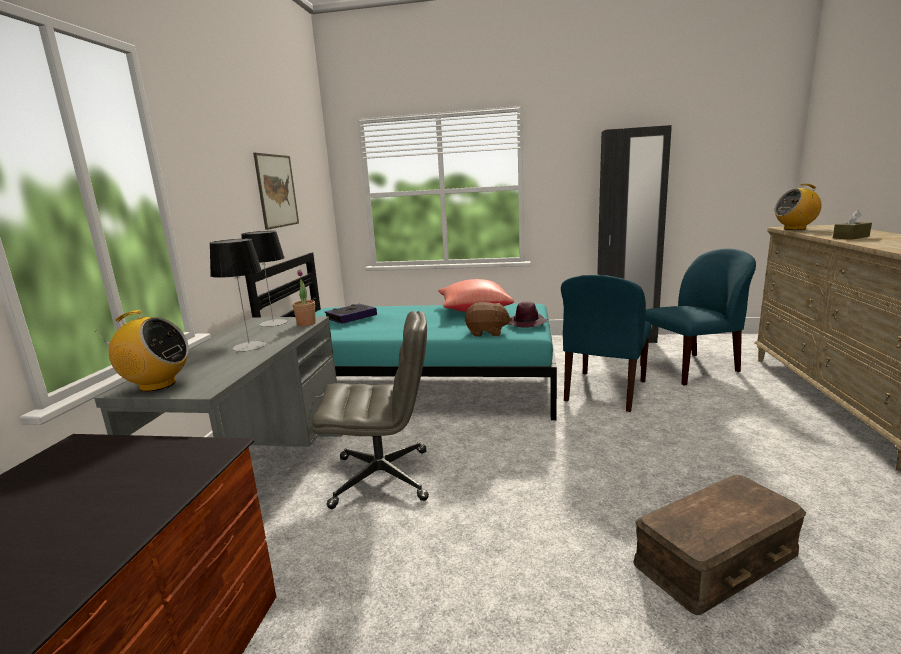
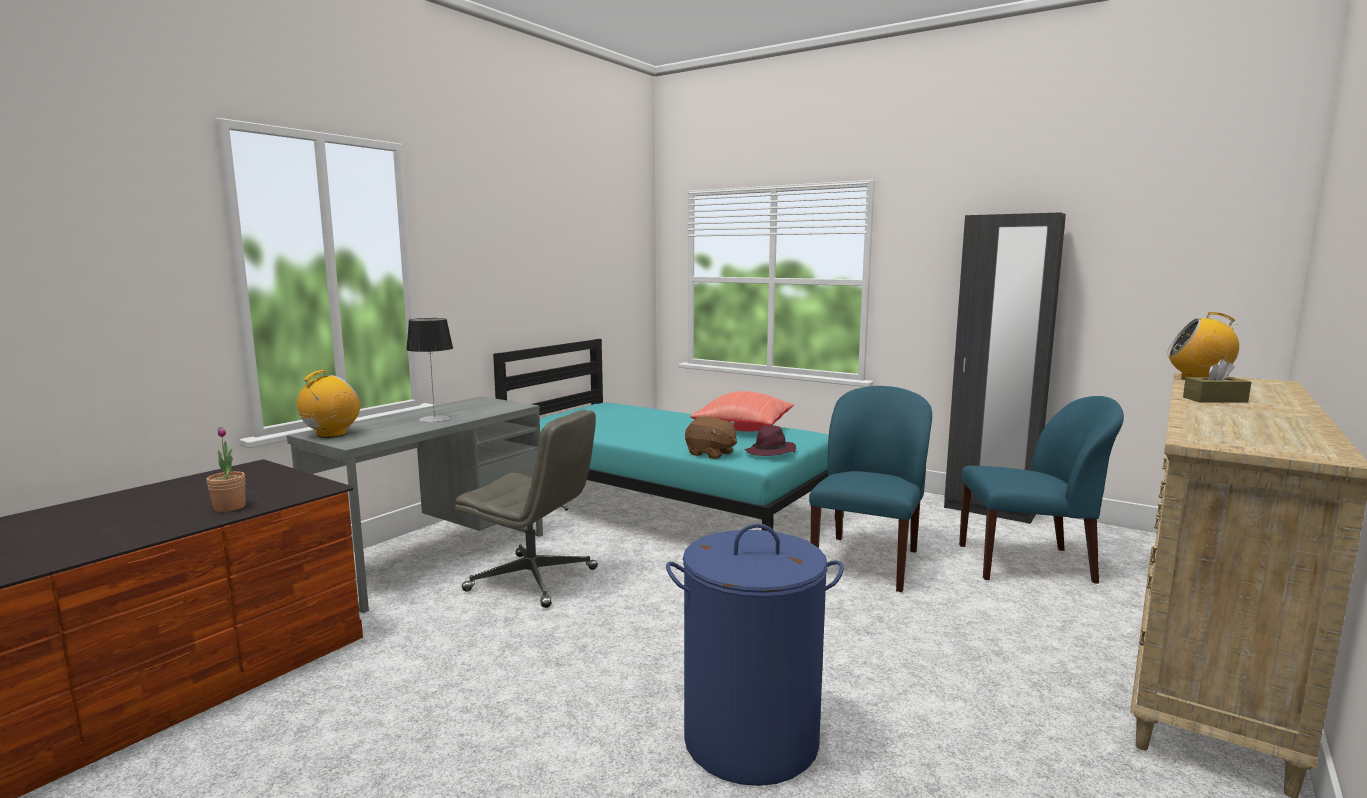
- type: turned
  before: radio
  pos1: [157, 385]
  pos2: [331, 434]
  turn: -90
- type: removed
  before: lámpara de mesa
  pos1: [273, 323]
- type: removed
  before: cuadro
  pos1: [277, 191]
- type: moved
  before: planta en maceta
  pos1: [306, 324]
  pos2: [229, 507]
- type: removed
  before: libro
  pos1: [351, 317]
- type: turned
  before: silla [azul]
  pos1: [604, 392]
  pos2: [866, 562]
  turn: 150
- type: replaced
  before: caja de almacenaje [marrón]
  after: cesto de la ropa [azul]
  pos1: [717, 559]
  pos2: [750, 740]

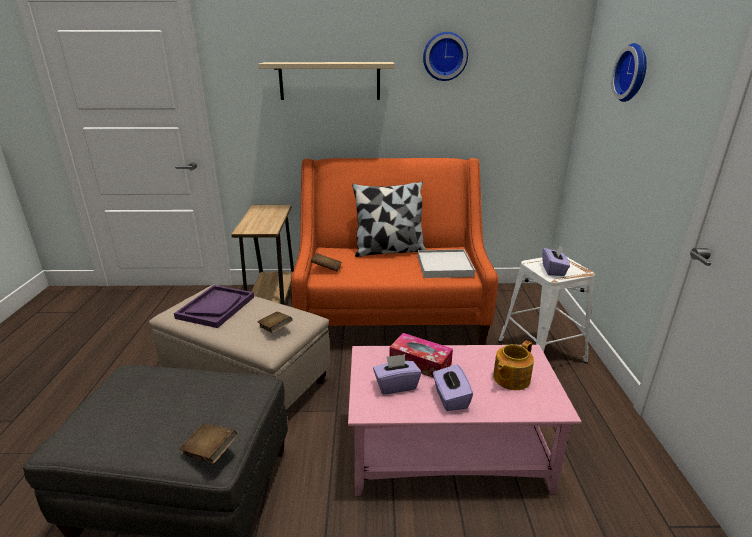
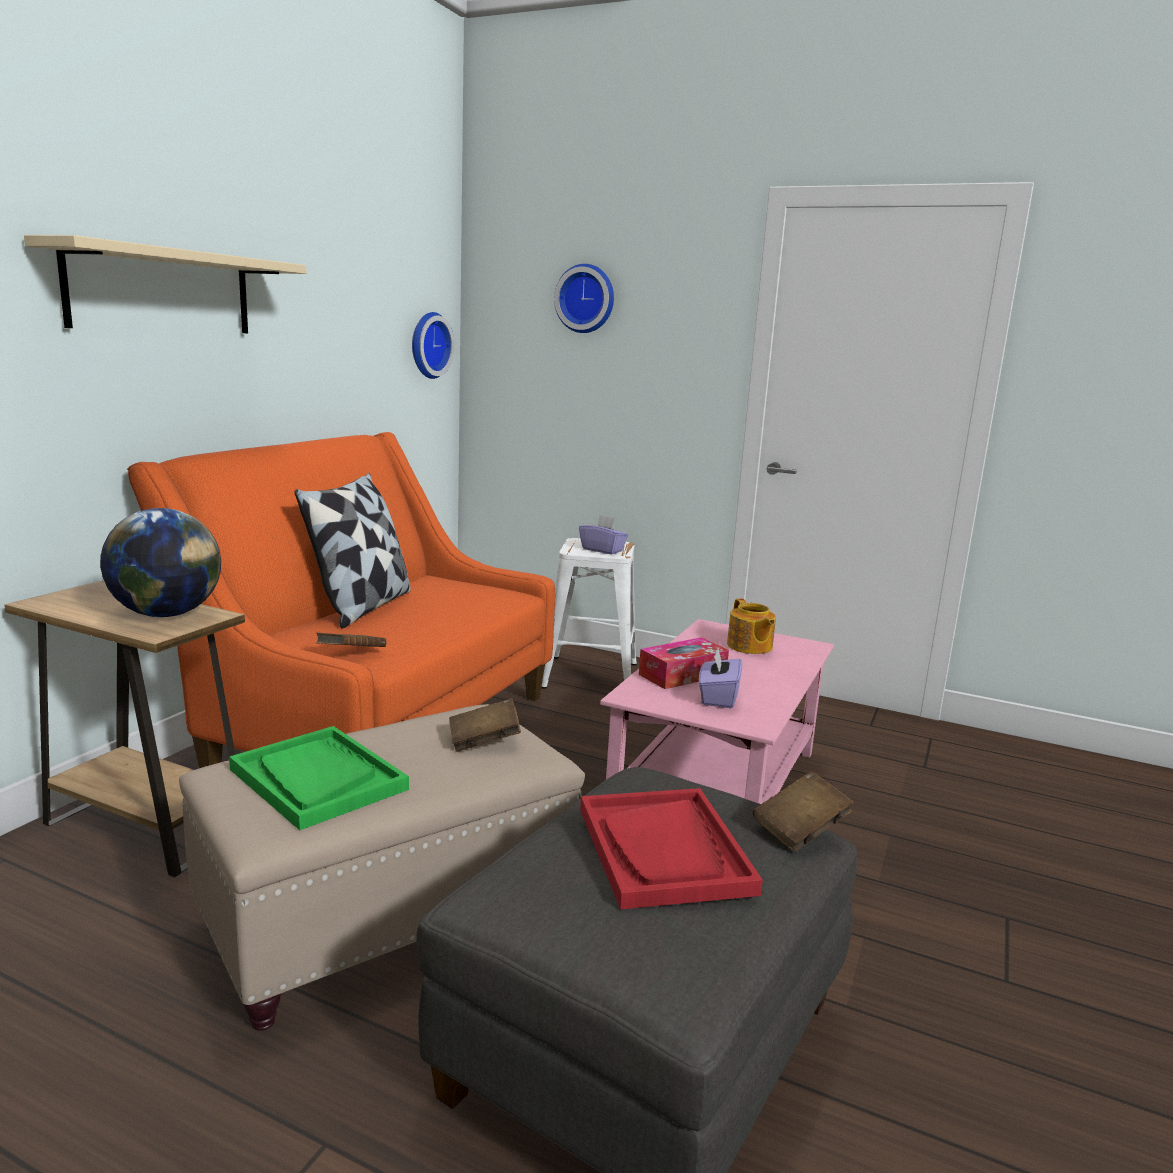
- type: recoloured
  before: bandeja [morado]
  after: bandeja [verde]
  pos1: [216, 307]
  pos2: [317, 779]
- type: removed
  before: bandeja [blanco]
  pos1: [444, 266]
- type: moved
  before: reloj de pared
  pos1: [444, 56]
  pos2: [427, 345]
- type: removed
  before: caja de pañuelos [morado]
  pos1: [450, 398]
- type: added
  after: globo terráqueo
  pos2: [166, 614]
- type: added
  after: bandeja [rojo]
  pos2: [664, 850]

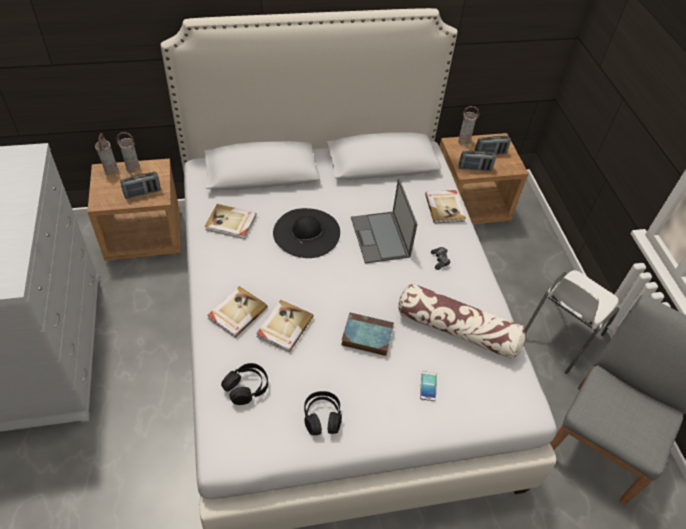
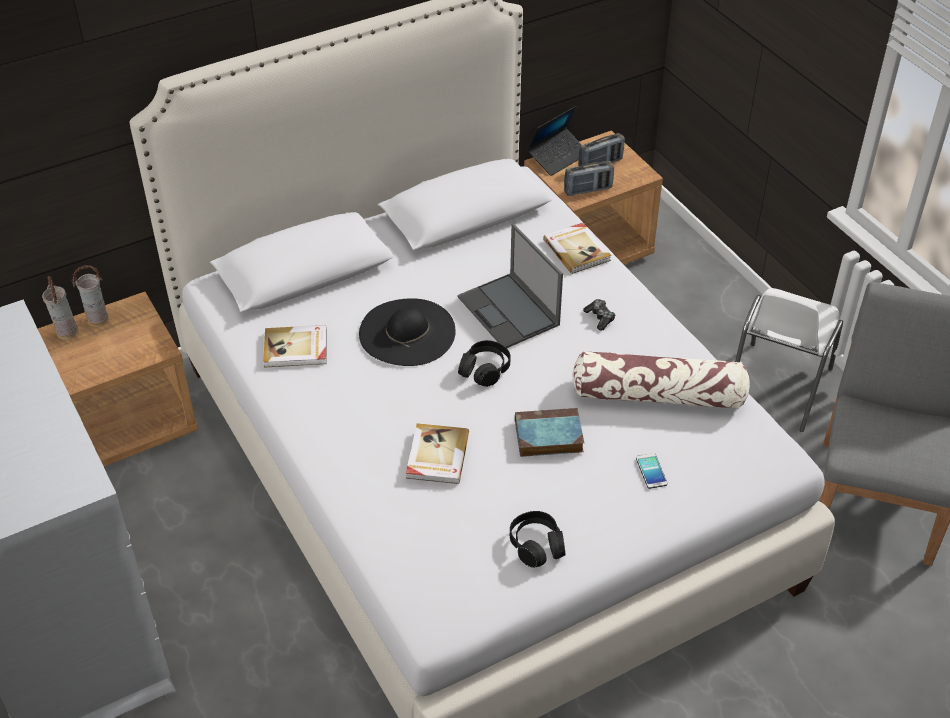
- type: removed
  before: radio
  pos1: [142, 193]
- type: removed
  before: libro
  pos1: [237, 313]
- type: moved
  before: auriculares [negro]
  pos1: [246, 387]
  pos2: [484, 370]
- type: replaced
  before: florero
  after: portátil
  pos1: [464, 141]
  pos2: [558, 157]

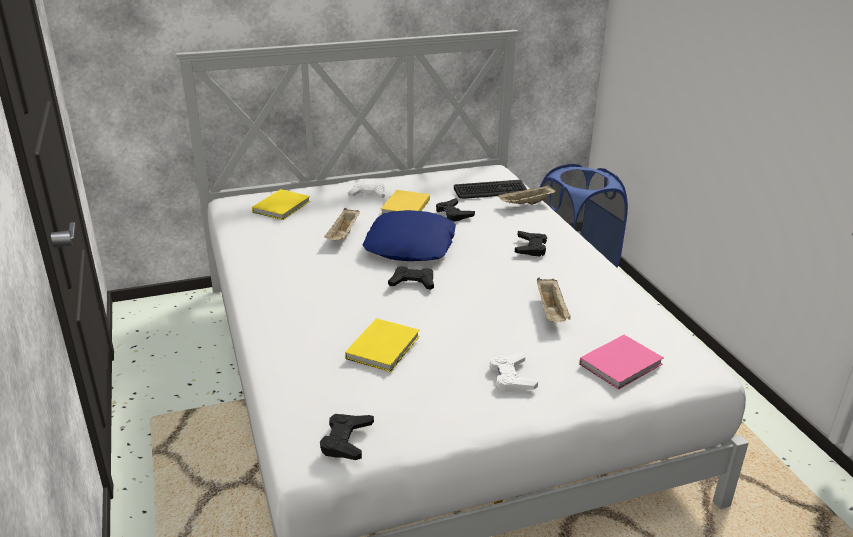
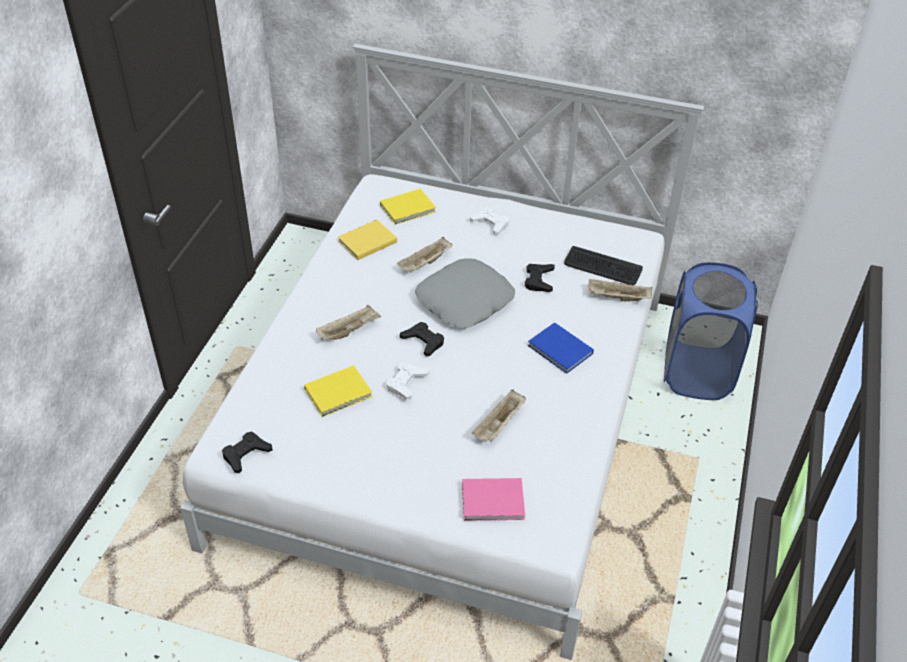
- type: recoloured
  before: cojín [azul]
  after: cojín [gris]
  pos1: [411, 246]
  pos2: [465, 301]
- type: moved
  before: libro [amarillo]
  pos1: [404, 207]
  pos2: [366, 242]
- type: moved
  before: mando de consola [blanco]
  pos1: [511, 377]
  pos2: [406, 383]
- type: replaced
  before: mando de consola [negro]
  after: libro [azul]
  pos1: [530, 247]
  pos2: [560, 351]
- type: added
  after: bandeja [beis]
  pos2: [349, 331]

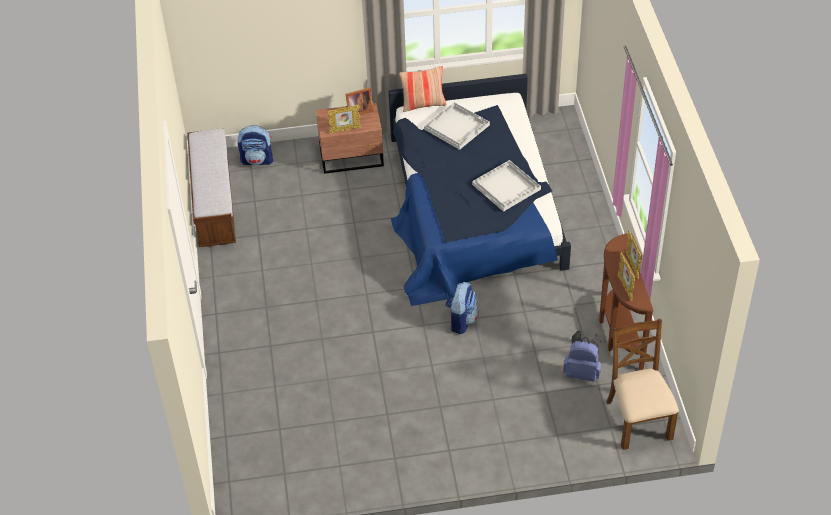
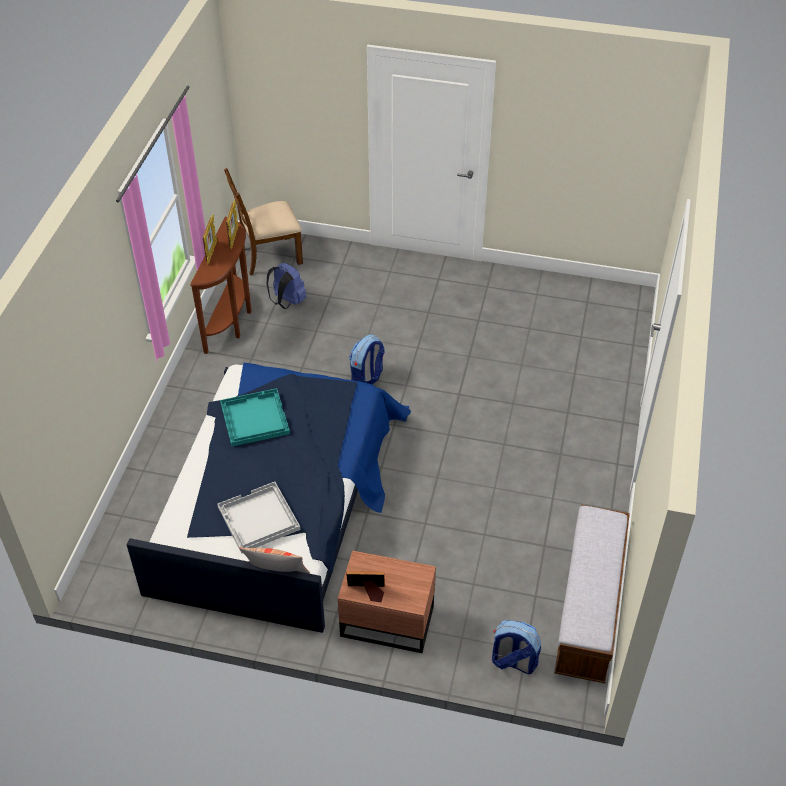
- type: removed
  before: portarretratos
  pos1: [345, 130]
- type: recoloured
  before: bandeja [blanco]
  after: bandeja [turquesa]
  pos1: [507, 187]
  pos2: [254, 418]
- type: turned
  before: silla [marrón]
  pos1: [638, 419]
  pos2: [269, 256]
  turn: 60

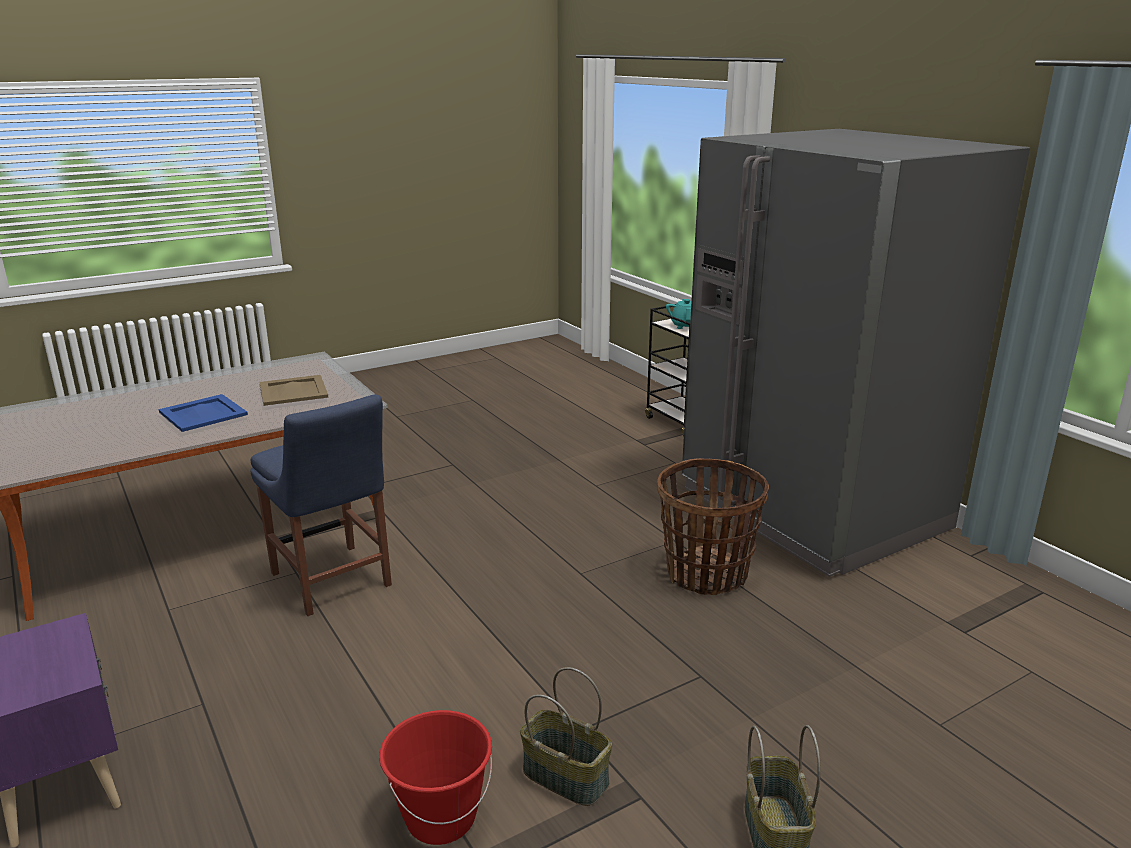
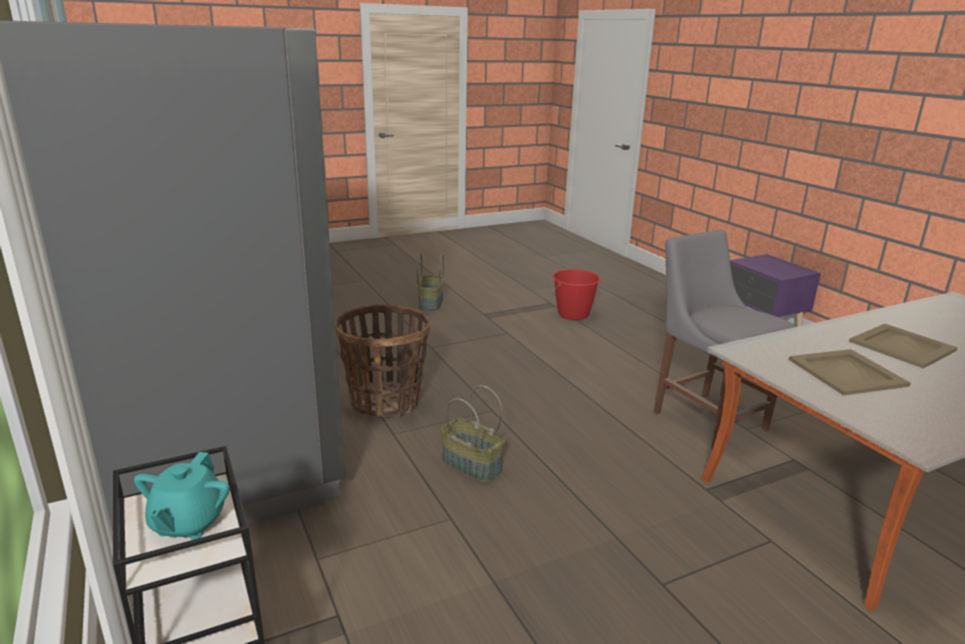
- type: recoloured
  before: bandeja [azul]
  after: bandeja [beis]
  pos1: [202, 413]
  pos2: [903, 346]
- type: recoloured
  before: silla [azul]
  after: silla [gris]
  pos1: [333, 582]
  pos2: [705, 418]
- type: moved
  before: cesta
  pos1: [567, 776]
  pos2: [470, 465]

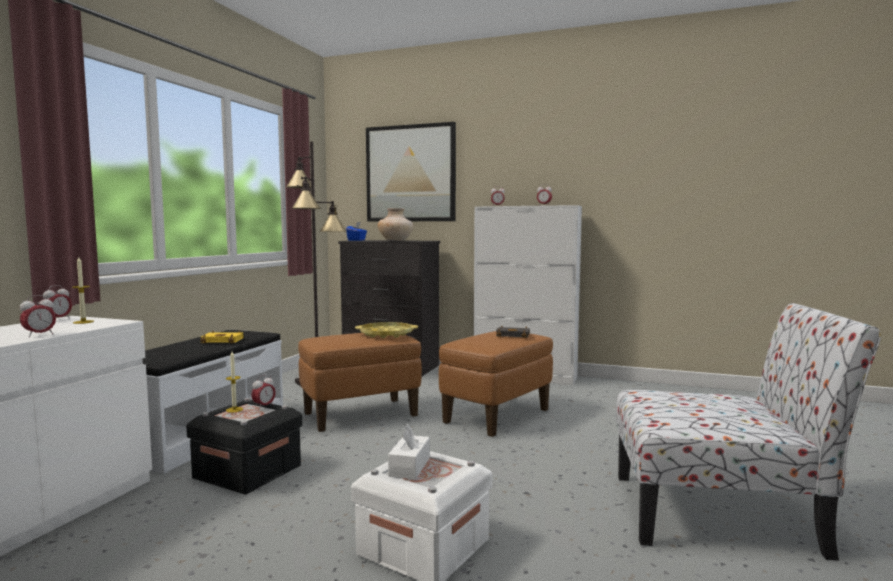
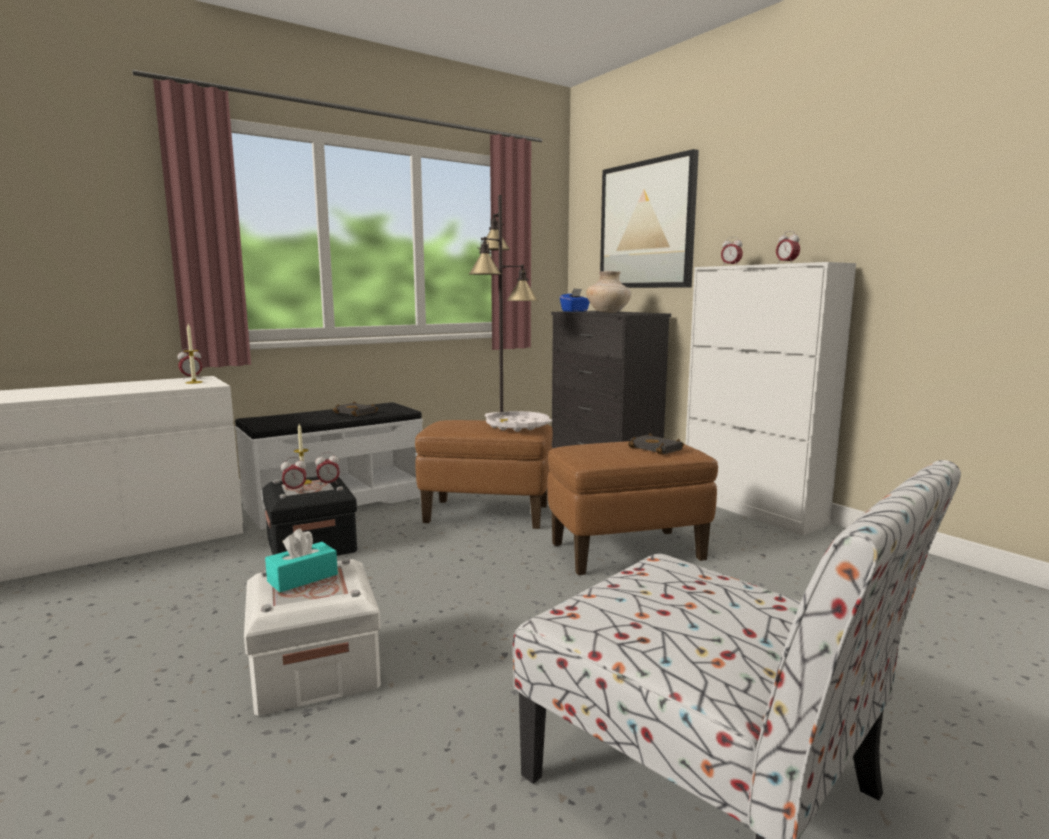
- type: moved
  before: despertador
  pos1: [39, 335]
  pos2: [295, 490]
- type: recoloured
  before: libro [amarillo]
  after: libro [negro]
  pos1: [224, 340]
  pos2: [357, 412]
- type: recoloured
  before: bandeja [amarillo]
  after: bandeja [blanco]
  pos1: [386, 334]
  pos2: [517, 426]
- type: recoloured
  before: caja de pañuelos [blanco]
  after: caja de pañuelos [turquesa]
  pos1: [409, 467]
  pos2: [302, 578]

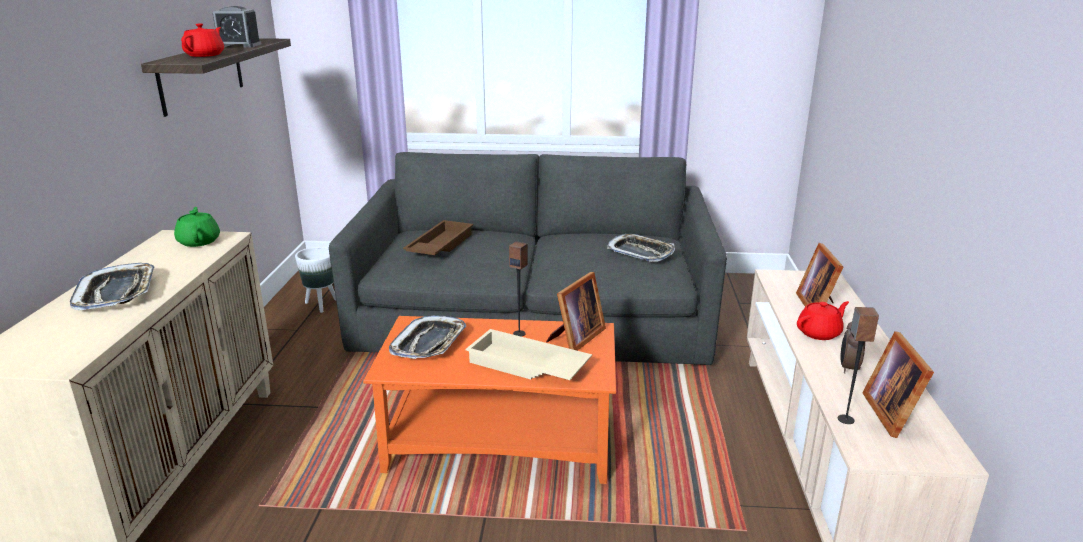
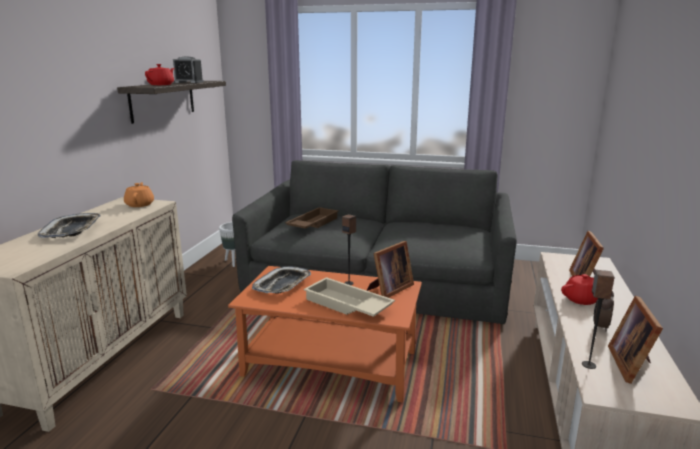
- type: recoloured
  before: tetera [verde]
  after: tetera [naranja]
  pos1: [199, 241]
  pos2: [140, 204]
- type: removed
  before: bandeja
  pos1: [640, 252]

